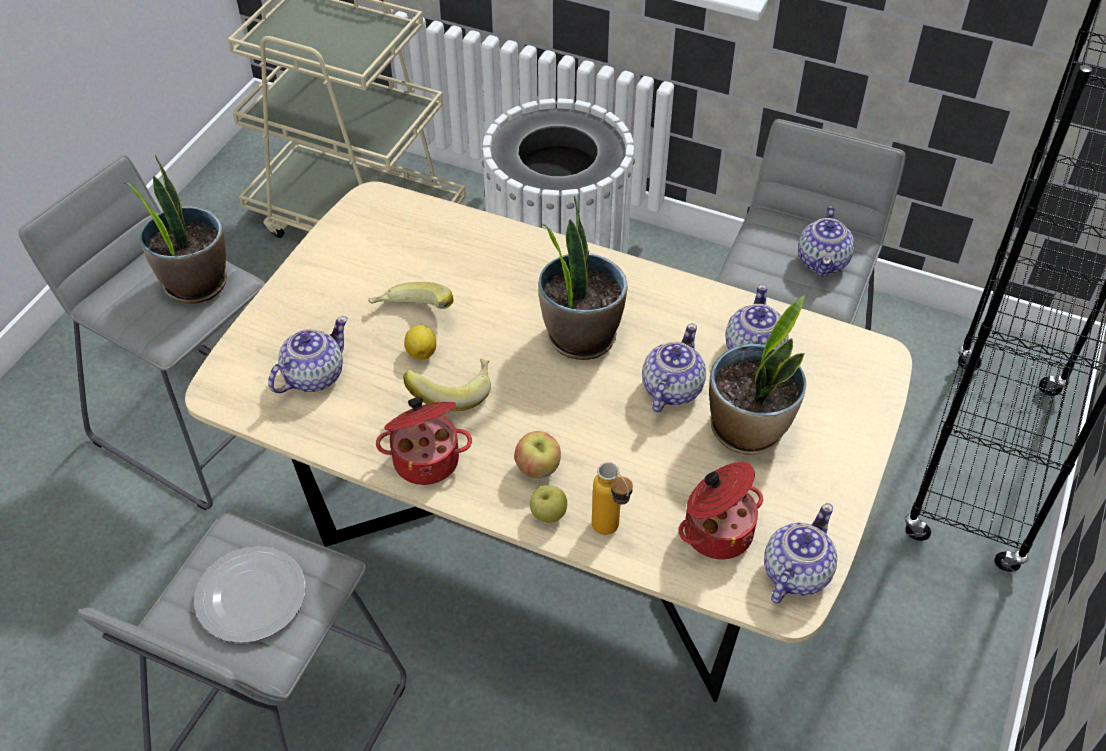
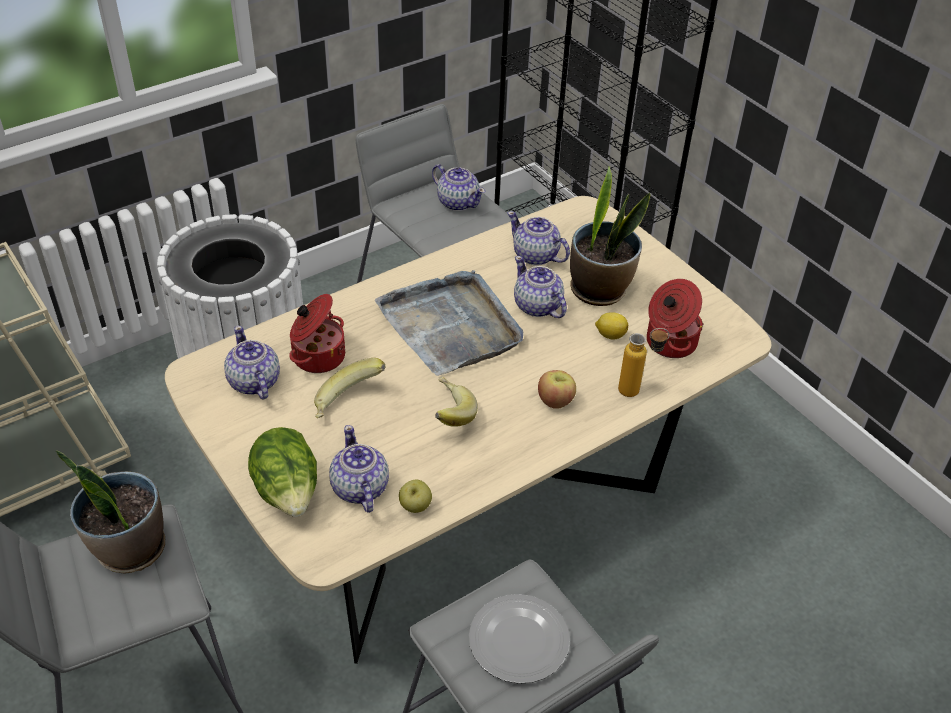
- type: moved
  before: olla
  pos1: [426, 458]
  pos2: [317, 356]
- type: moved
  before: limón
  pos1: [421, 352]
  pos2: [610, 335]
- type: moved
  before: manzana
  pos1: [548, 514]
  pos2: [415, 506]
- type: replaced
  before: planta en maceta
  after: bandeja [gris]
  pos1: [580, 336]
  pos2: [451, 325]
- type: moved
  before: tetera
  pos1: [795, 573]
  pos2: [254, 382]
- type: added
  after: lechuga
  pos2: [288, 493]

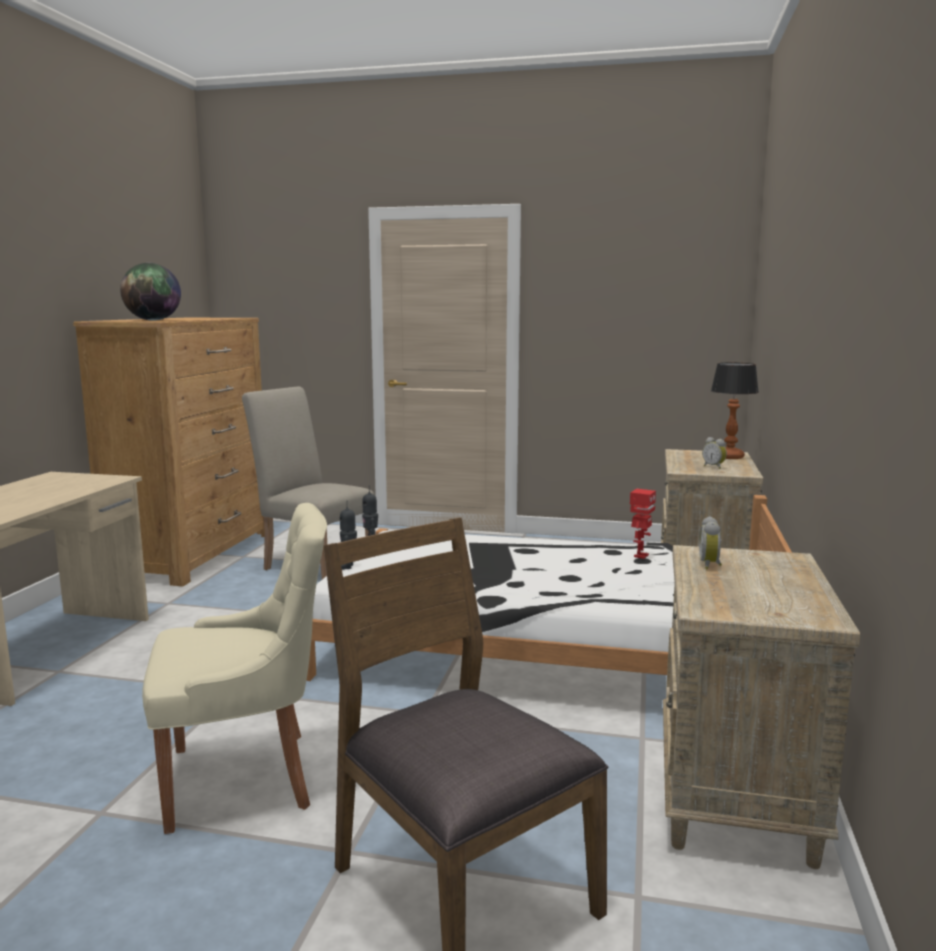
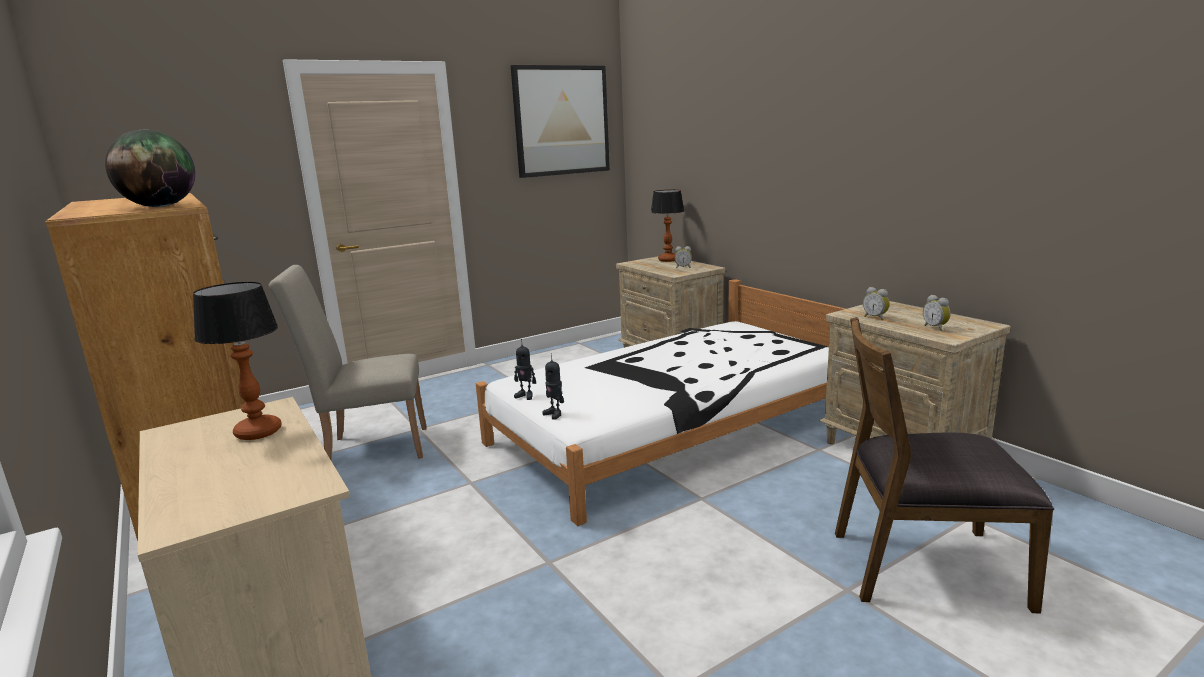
- type: removed
  before: silla [beis]
  pos1: [246, 777]
- type: removed
  before: robot de juguete
  pos1: [640, 556]
- type: added
  after: lámpara de mesa
  pos2: [259, 432]
- type: added
  after: cuadro
  pos2: [561, 121]
- type: added
  after: despertador
  pos2: [936, 328]

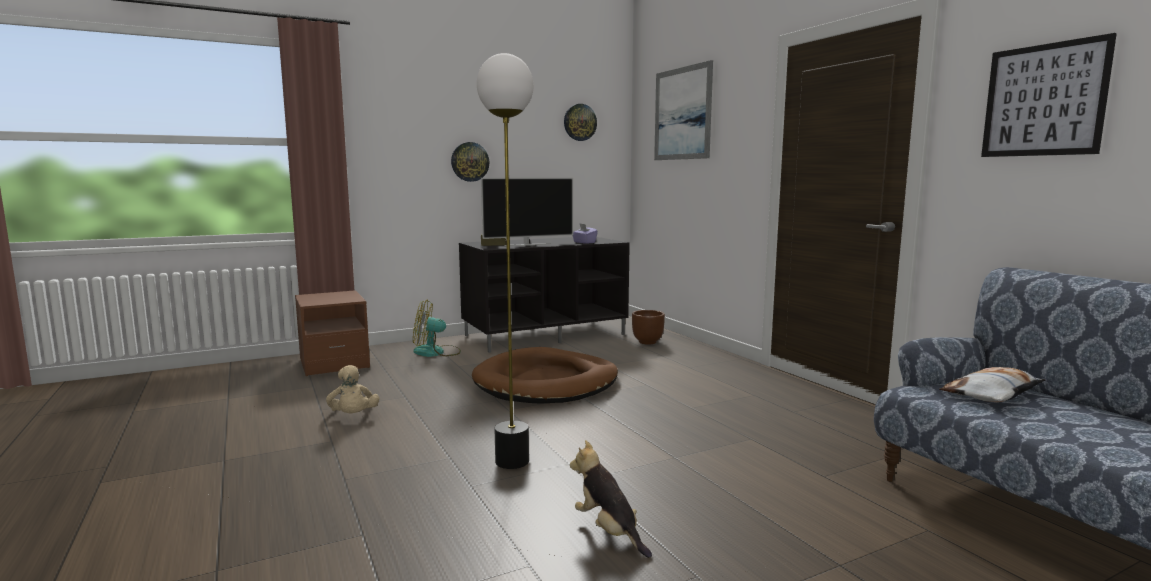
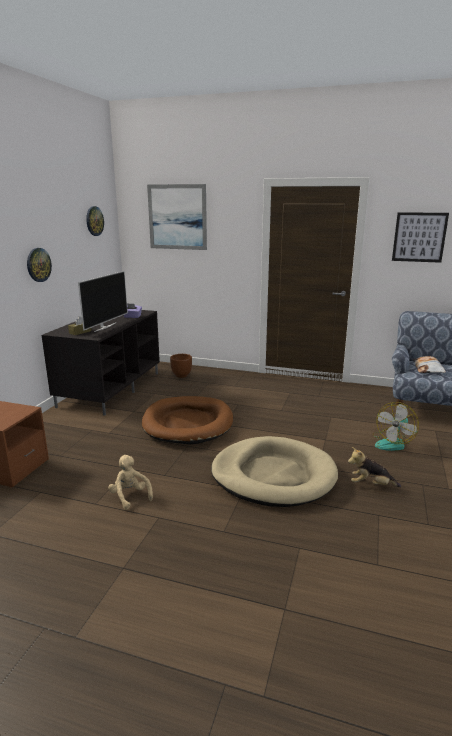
- type: turned
  before: peluche [beis]
  pos1: [353, 416]
  pos2: [130, 496]
  turn: -150
- type: moved
  before: ventilador
  pos1: [436, 352]
  pos2: [392, 443]
- type: replaced
  before: lámpara de pie
  after: cama para perro [beis]
  pos1: [512, 461]
  pos2: [273, 475]

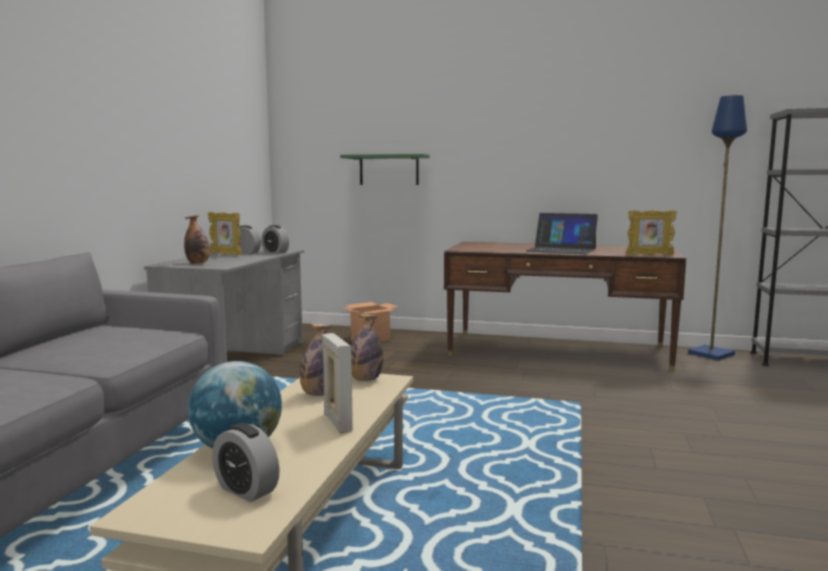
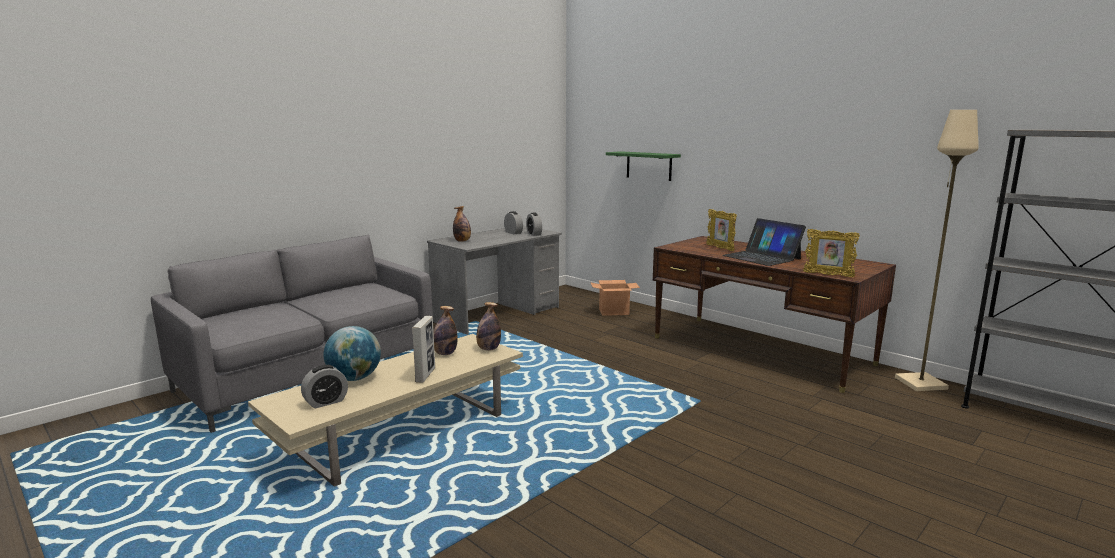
- type: moved
  before: portarretratos
  pos1: [226, 254]
  pos2: [720, 248]
- type: turned
  before: despertador
  pos1: [246, 490]
  pos2: [326, 402]
  turn: -105
- type: recoloured
  before: lámpara de pie [azul]
  after: lámpara de pie [beis]
  pos1: [711, 354]
  pos2: [920, 384]

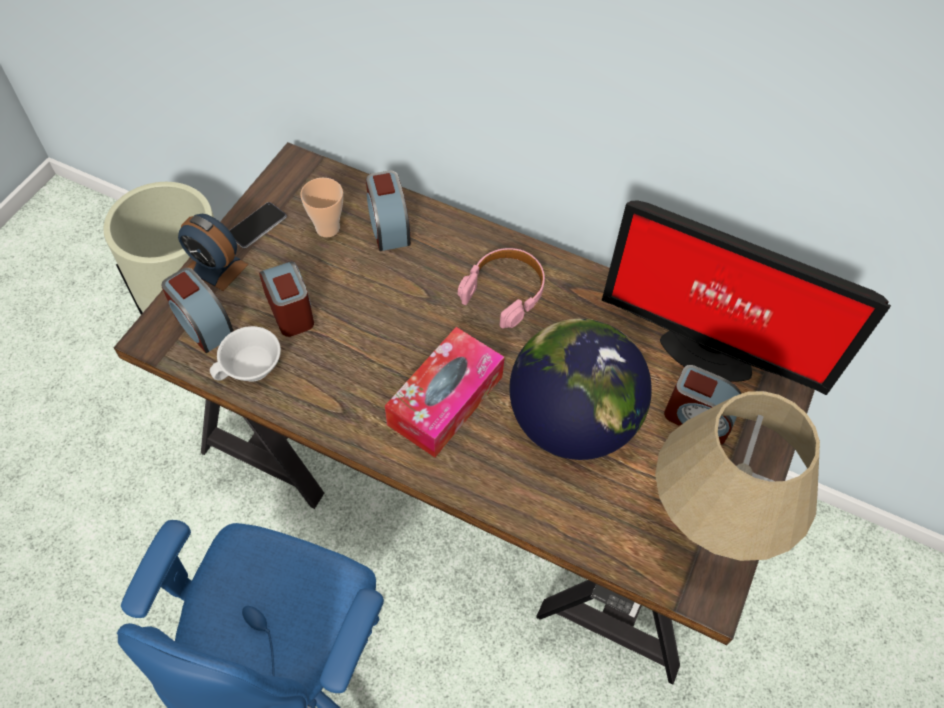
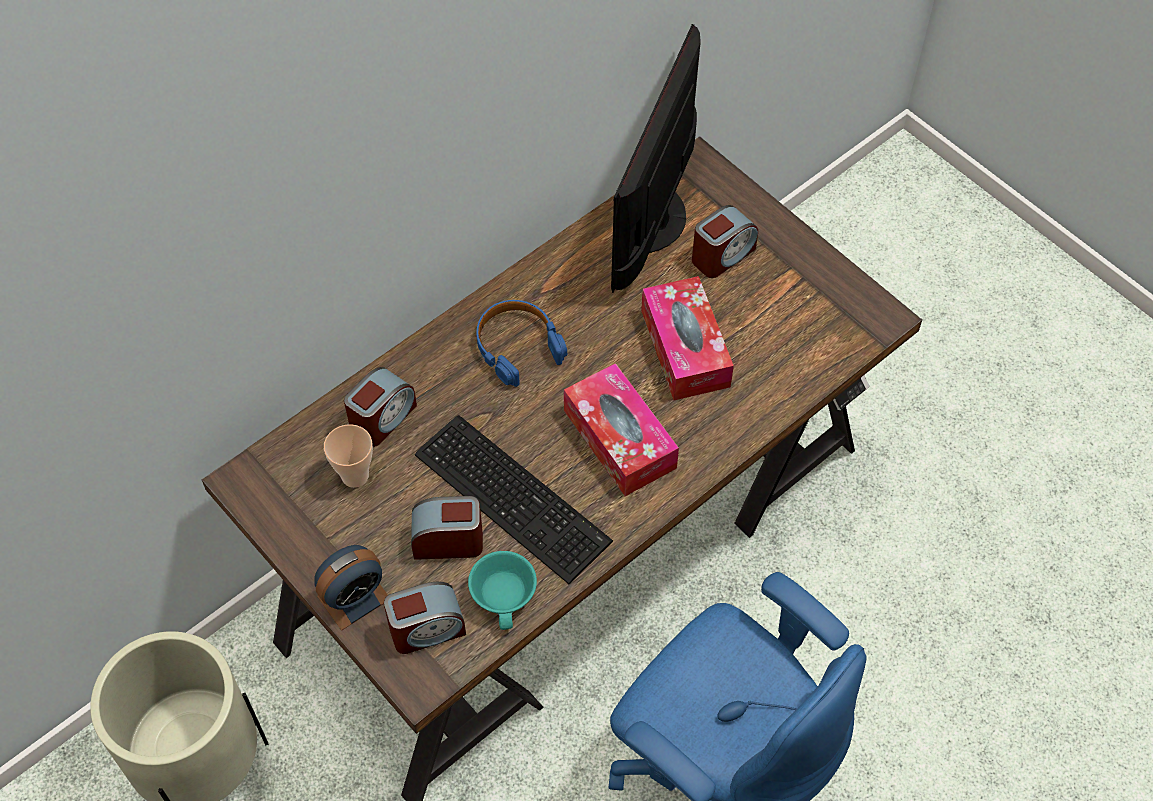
- type: recoloured
  before: taza [blanco]
  after: taza [turquesa]
  pos1: [252, 369]
  pos2: [506, 596]
- type: removed
  before: móvil
  pos1: [257, 226]
- type: turned
  before: despertador
  pos1: [388, 226]
  pos2: [382, 418]
  turn: -60
- type: recoloured
  before: auriculares [rosa]
  after: auriculares [azul]
  pos1: [505, 291]
  pos2: [517, 346]
- type: replaced
  before: globo terráqueo
  after: caja de pañuelos
  pos1: [571, 421]
  pos2: [685, 348]
- type: turned
  before: monitor
  pos1: [705, 350]
  pos2: [657, 219]
  turn: 150
- type: removed
  before: lámpara de mesa [beis]
  pos1: [710, 521]
- type: added
  after: teclado
  pos2: [513, 493]

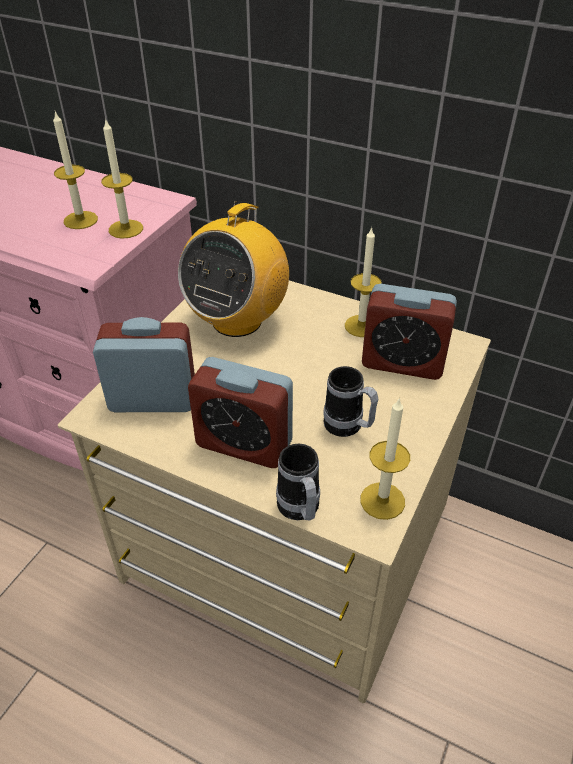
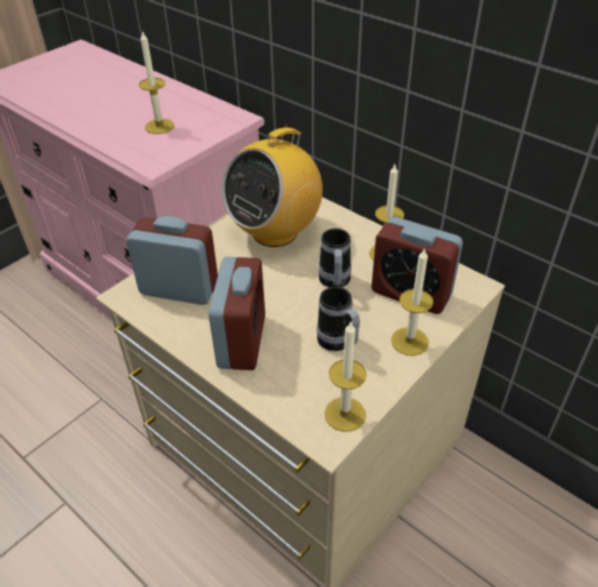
- type: moved
  before: vela
  pos1: [126, 229]
  pos2: [409, 341]
- type: turned
  before: despertador
  pos1: [244, 444]
  pos2: [242, 341]
  turn: -120
- type: moved
  before: taza grande
  pos1: [300, 511]
  pos2: [334, 283]

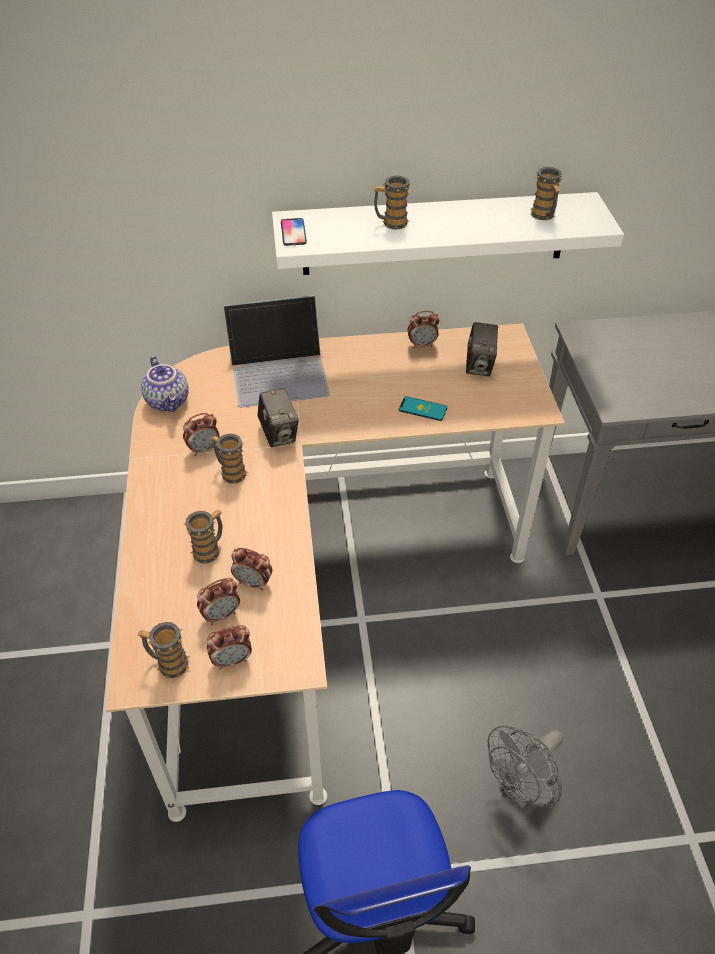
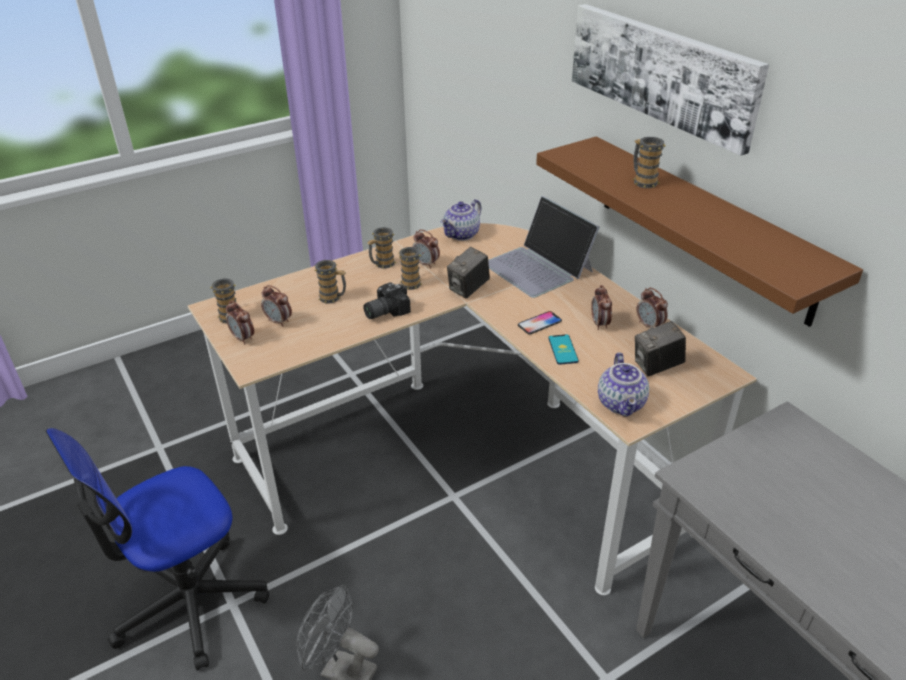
- type: moved
  before: despertador
  pos1: [254, 583]
  pos2: [600, 324]
- type: recoloured
  before: estante [blanco]
  after: estante [marrón]
  pos1: [434, 234]
  pos2: [703, 226]
- type: moved
  before: móvil
  pos1: [293, 233]
  pos2: [539, 323]
- type: moved
  before: taza grande
  pos1: [544, 216]
  pos2: [382, 264]
- type: added
  after: cámara
  pos2: [384, 311]
- type: added
  after: cuadro
  pos2: [661, 72]
- type: added
  after: tetera
  pos2: [622, 404]

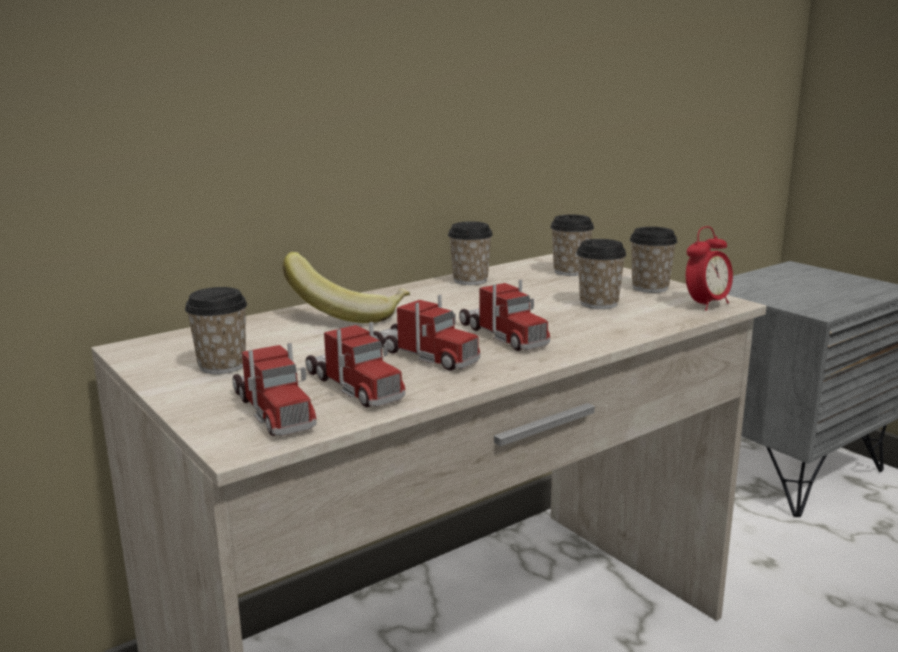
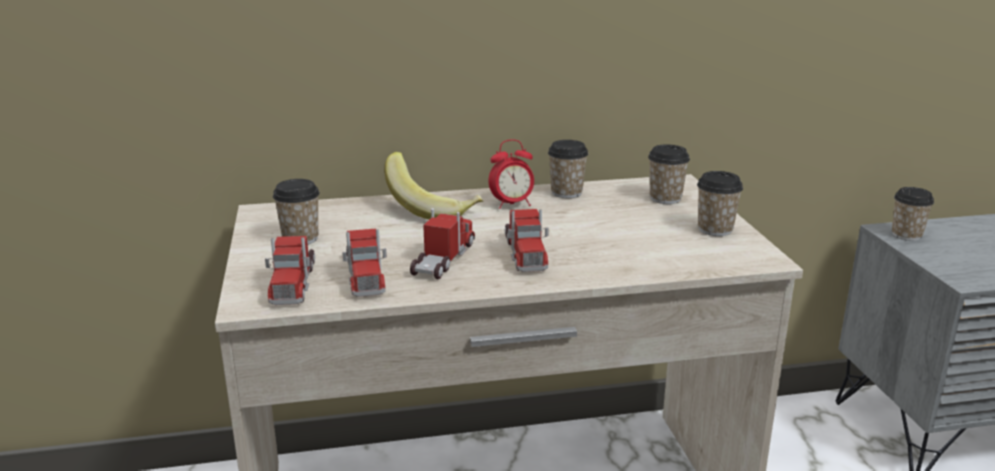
- type: turned
  before: camión de juguete
  pos1: [423, 355]
  pos2: [443, 259]
  turn: -135
- type: moved
  before: taza
  pos1: [598, 303]
  pos2: [906, 235]
- type: moved
  before: despertador
  pos1: [706, 305]
  pos2: [512, 204]

